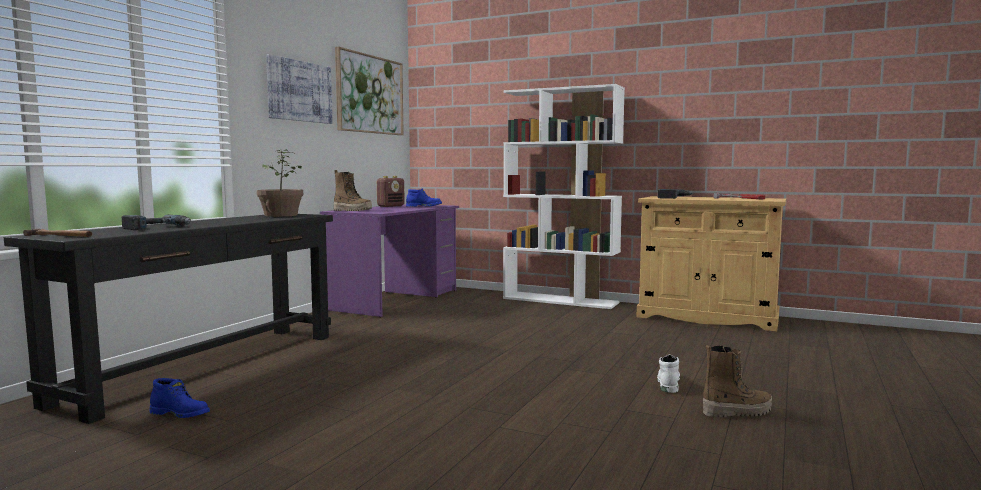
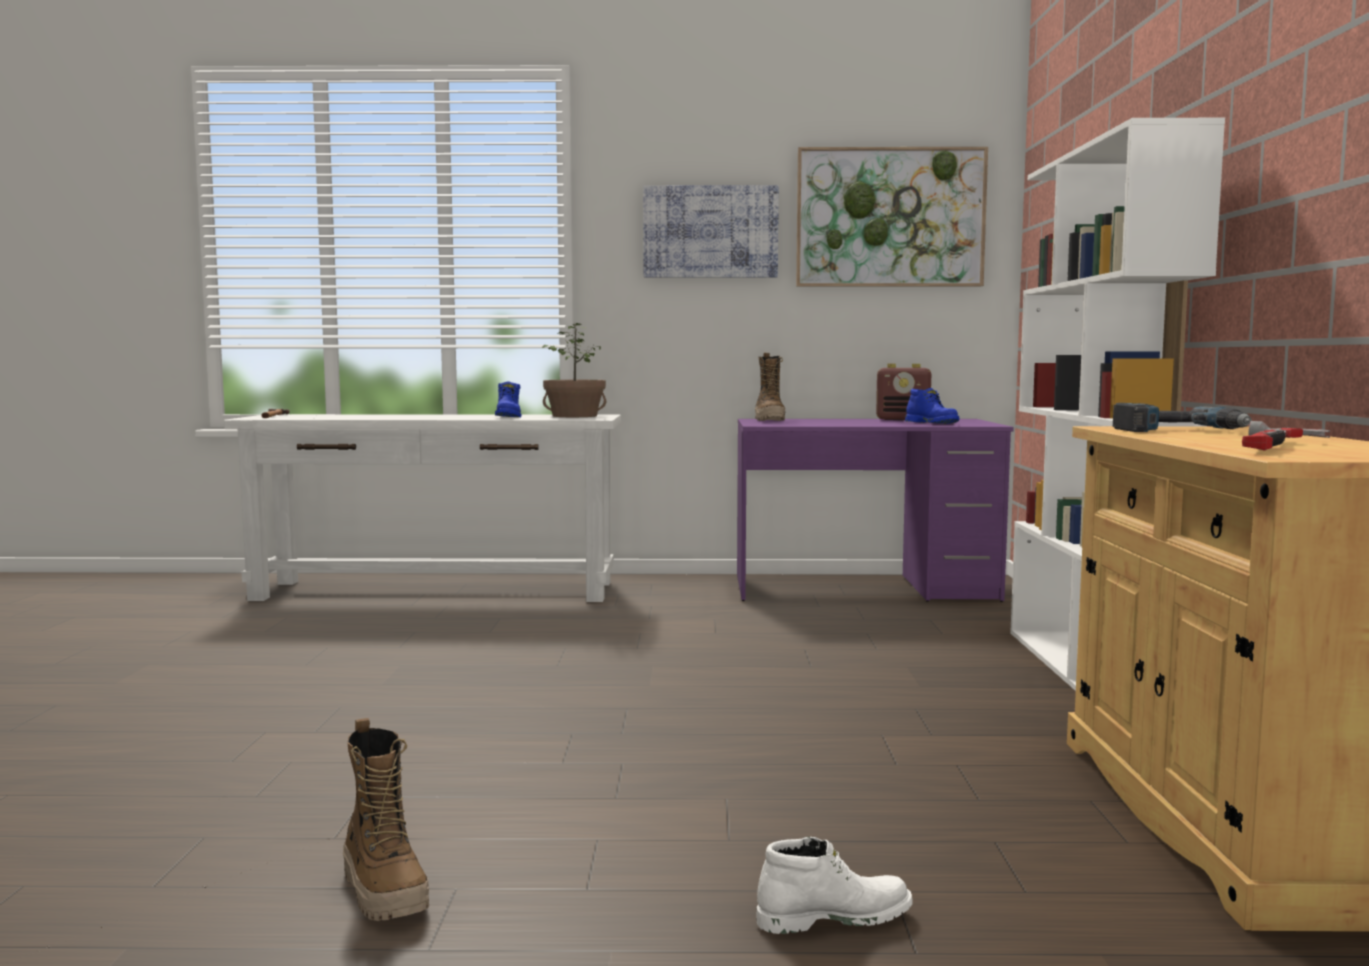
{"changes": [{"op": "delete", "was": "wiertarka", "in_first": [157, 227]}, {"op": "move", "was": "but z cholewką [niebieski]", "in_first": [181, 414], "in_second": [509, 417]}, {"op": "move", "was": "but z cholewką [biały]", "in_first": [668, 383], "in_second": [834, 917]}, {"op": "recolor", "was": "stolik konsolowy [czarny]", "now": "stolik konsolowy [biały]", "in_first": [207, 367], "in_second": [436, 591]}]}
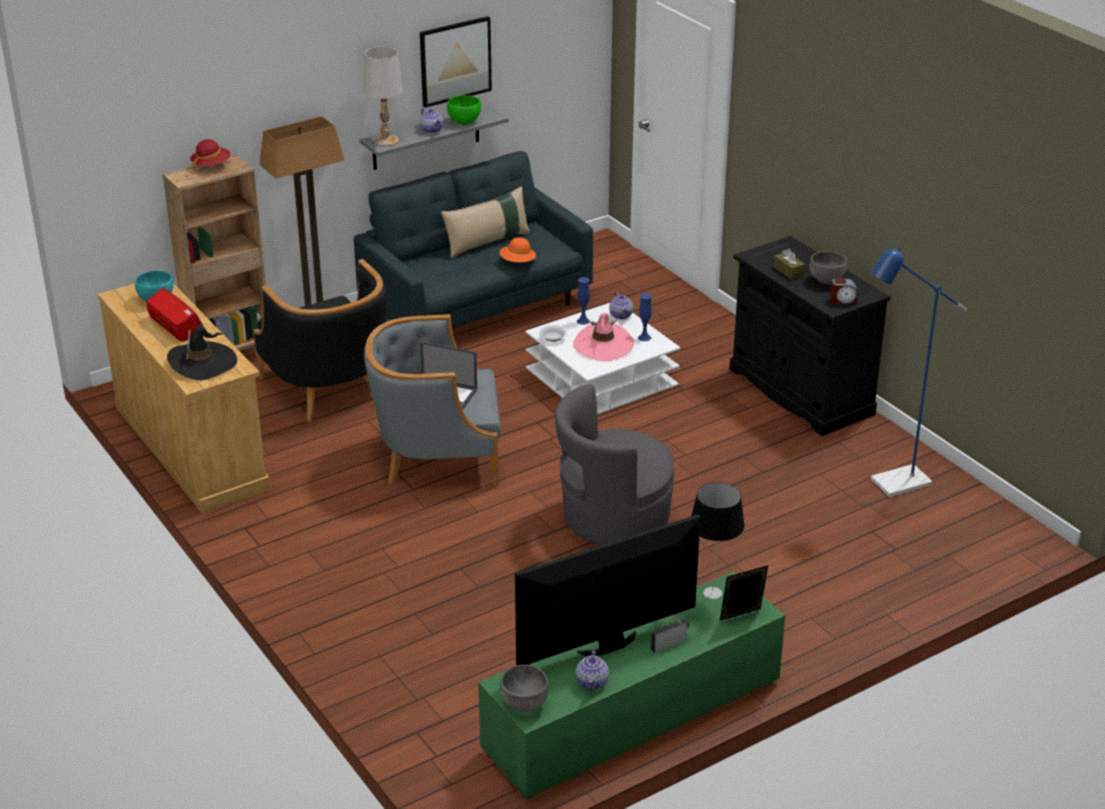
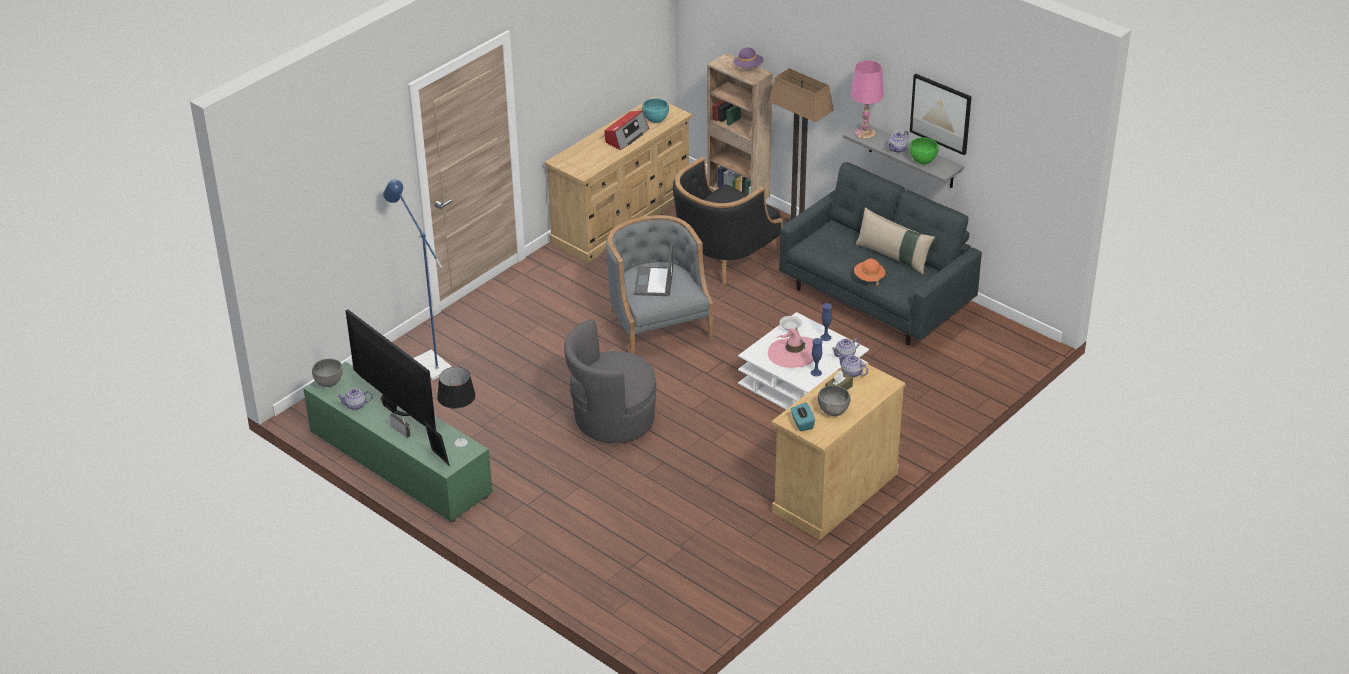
{"changes": [{"op": "delete", "was": "kapelusz [czarny]", "in_first": [202, 363]}, {"op": "insert", "now": "imbryk", "in_second": [852, 373]}, {"op": "move", "was": "lampa stojąca [niebieski]", "in_first": [892, 484], "in_second": [427, 362]}, {"op": "replace", "was": "budzik", "now": "pudełko chusteczek [turkusowy]", "in_first": [843, 300], "in_second": [802, 423]}, {"op": "recolor", "was": "kapelusz [czerwony]", "now": "kapelusz [fioletowy]", "in_first": [211, 165], "in_second": [748, 67]}, {"op": "recolor", "was": "lampa stołowa [biały]", "now": "lampa stołowa [różowy]", "in_first": [385, 141], "in_second": [864, 133]}, {"op": "recolor", "was": "szafka [czarny]", "now": "szafka [beżowy]", "in_first": [800, 392], "in_second": [835, 492]}, {"op": "rotate", "was": "fotel [szary]", "in_first": [613, 519], "in_second": [612, 419], "clockwise": -75}]}
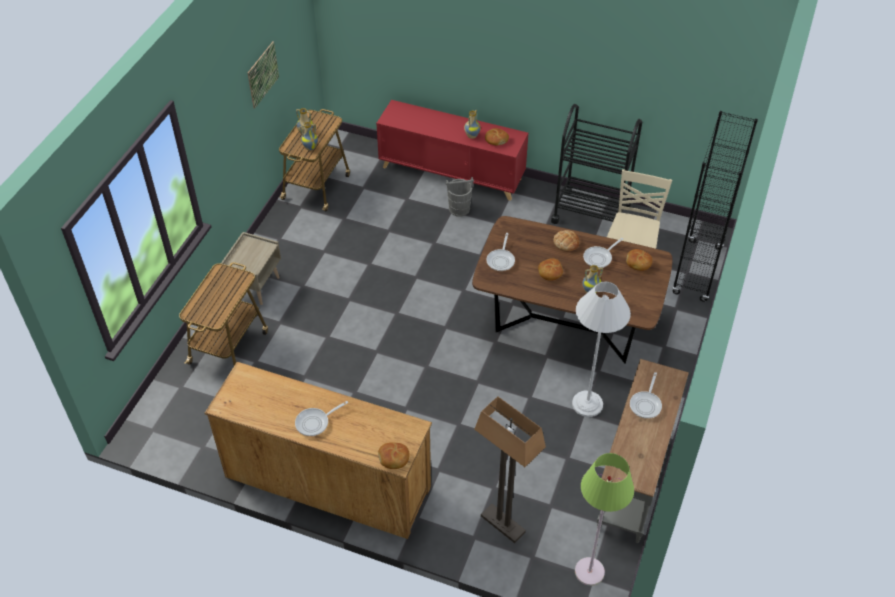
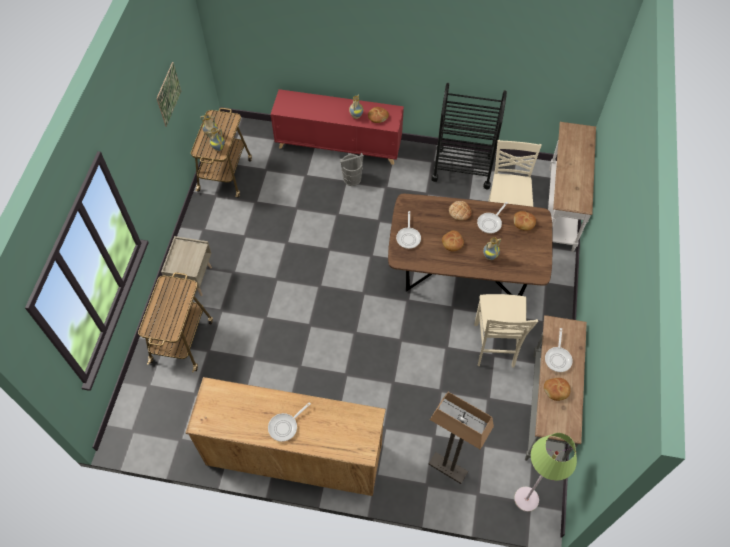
{"changes": [{"op": "move", "was": "chleb", "in_first": [394, 458], "in_second": [556, 390]}, {"op": "replace", "was": "lampa stojąca [biały]", "now": "krzesło [beżowy]", "in_first": [587, 404], "in_second": [494, 346]}, {"op": "replace", "was": "regał [czarny]", "now": "stolik konsolowy [biały]", "in_first": [697, 271], "in_second": [559, 209]}]}
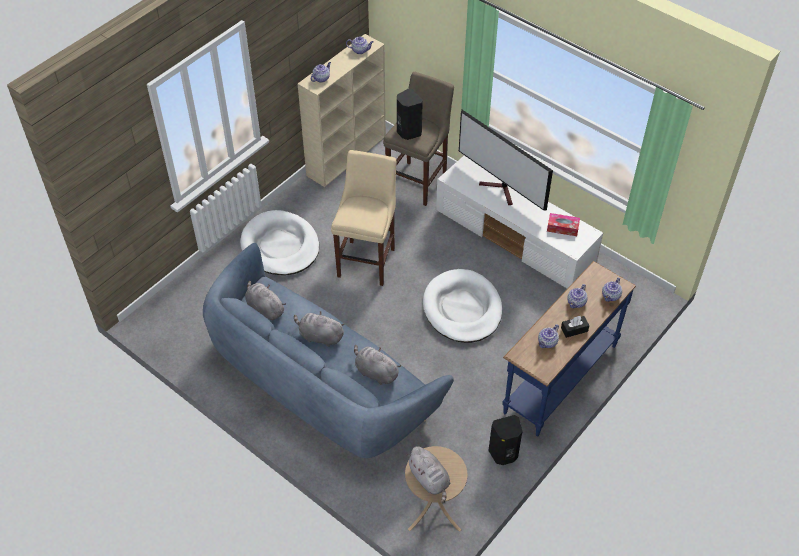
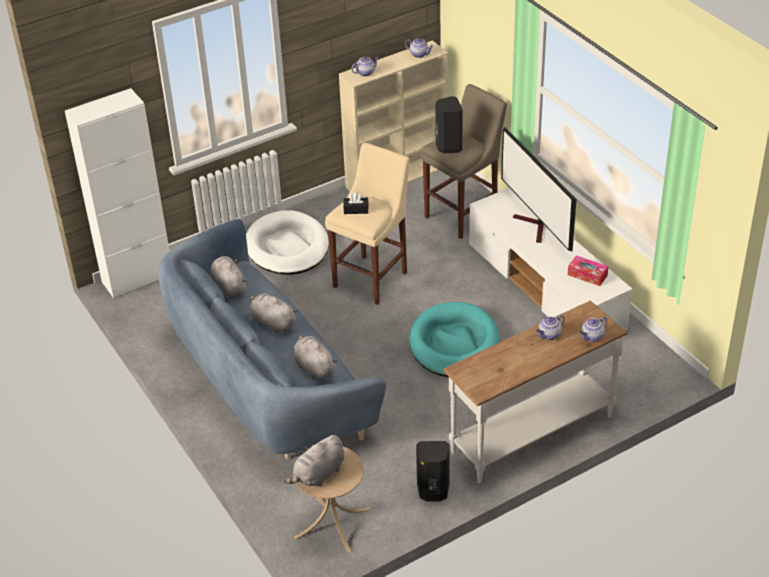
{"changes": [{"op": "delete", "was": "imbryk", "in_first": [547, 343]}, {"op": "insert", "now": "szafka [biały]", "in_second": [137, 278]}, {"op": "move", "was": "pudełko chusteczek [czarny]", "in_first": [574, 329], "in_second": [356, 210]}, {"op": "recolor", "was": "legowisko [biały]", "now": "legowisko [turkusowy]", "in_first": [462, 309], "in_second": [454, 344]}, {"op": "recolor", "was": "stolik konsolowy [niebieski]", "now": "stolik konsolowy [biały]", "in_first": [559, 378], "in_second": [531, 433]}, {"op": "rotate", "was": "pluszak [szary]", "in_first": [430, 480], "in_second": [318, 475], "clockwise": 60}]}
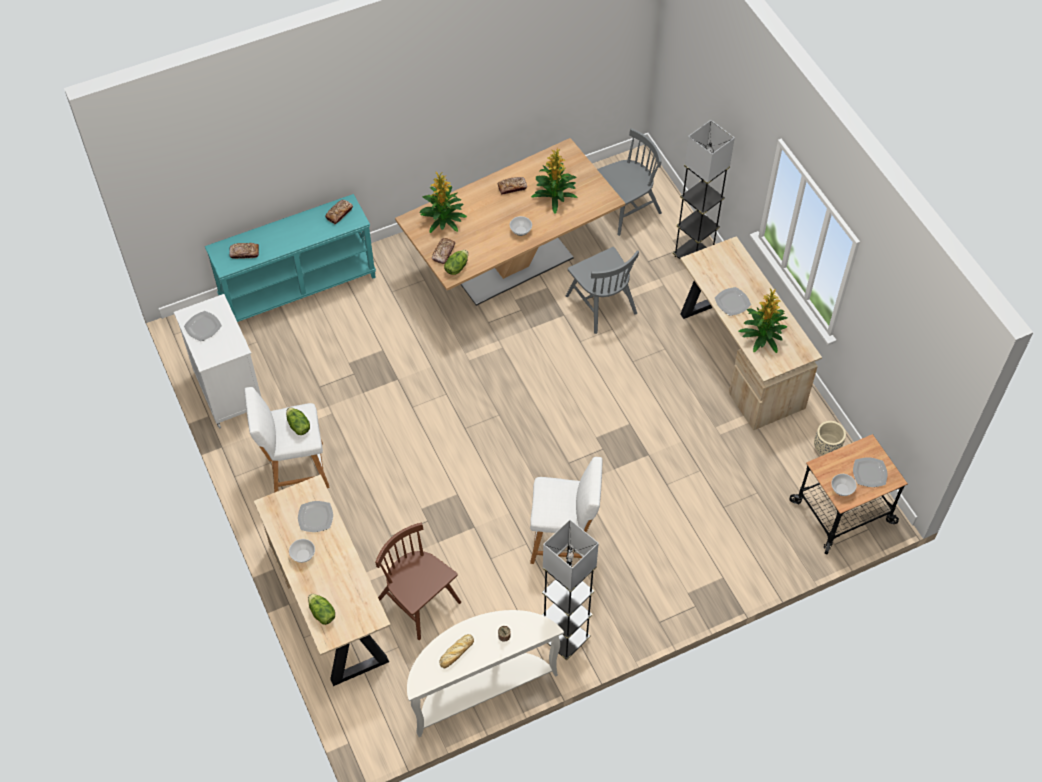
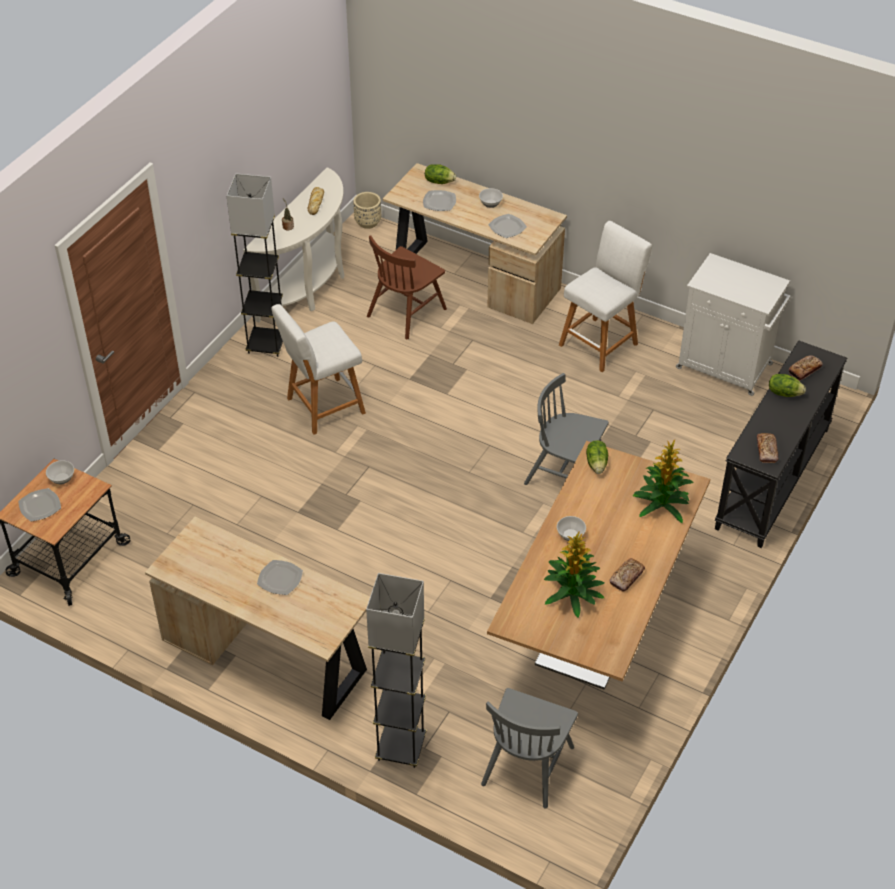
{"changes": [{"op": "delete", "was": "chleb", "in_first": [443, 253]}, {"op": "delete", "was": "roślina doniczkowa", "in_first": [762, 335]}, {"op": "move", "was": "talerz", "in_first": [202, 327], "in_second": [439, 202]}, {"op": "move", "was": "sałata", "in_first": [298, 426], "in_second": [784, 393]}, {"op": "move", "was": "krzesło [szary]", "in_first": [601, 304], "in_second": [566, 474]}, {"op": "move", "was": "donica [beżowy]", "in_first": [826, 448], "in_second": [368, 222]}, {"op": "recolor", "was": "stolik konsolowy [turkusowy]", "now": "stolik konsolowy [czarny]", "in_first": [298, 287], "in_second": [773, 479]}, {"op": "rotate", "was": "krzesło [brązowy]", "in_first": [419, 601], "in_second": [406, 312], "clockwise": 120}]}
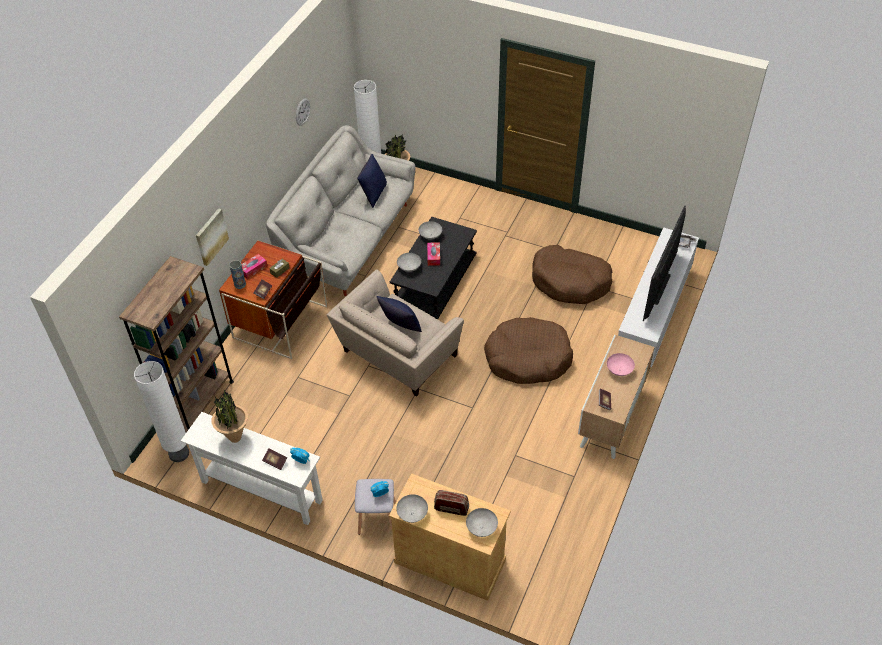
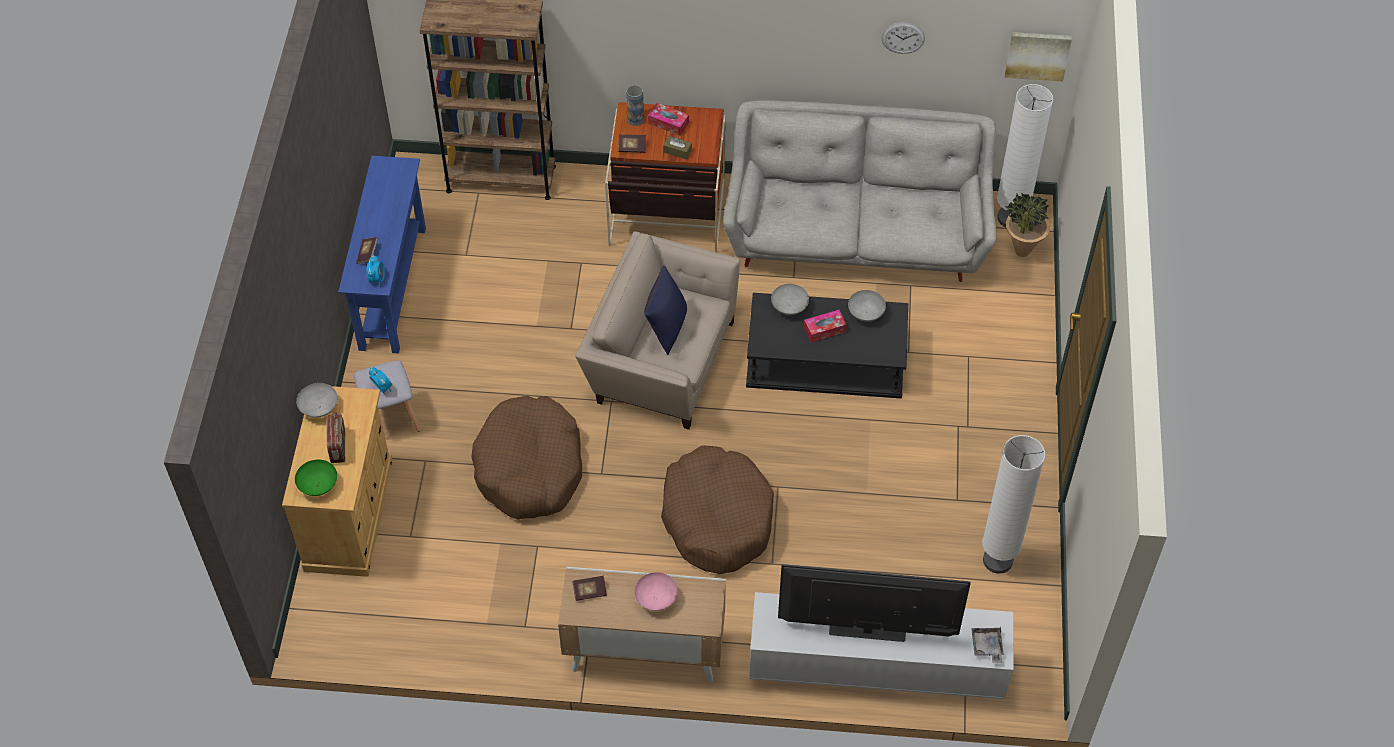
{"changes": [{"op": "delete", "was": "roślina doniczkowa", "in_first": [235, 438]}, {"op": "delete", "was": "poduszka [niebieski]", "in_first": [373, 194]}, {"op": "move", "was": "lampa stojąca [biały]", "in_first": [179, 453], "in_second": [997, 560]}, {"op": "move", "was": "obraz", "in_first": [211, 236], "in_second": [1037, 55]}, {"op": "move", "was": "legowisko [brązowy]", "in_first": [570, 281], "in_second": [530, 468]}, {"op": "recolor", "was": "stolik konsolowy [biały]", "now": "stolik konsolowy [niebieski]", "in_first": [261, 491], "in_second": [392, 288]}, {"op": "recolor", "was": "miska [szary]", "now": "miska [zielony]", "in_first": [481, 527], "in_second": [319, 485]}]}
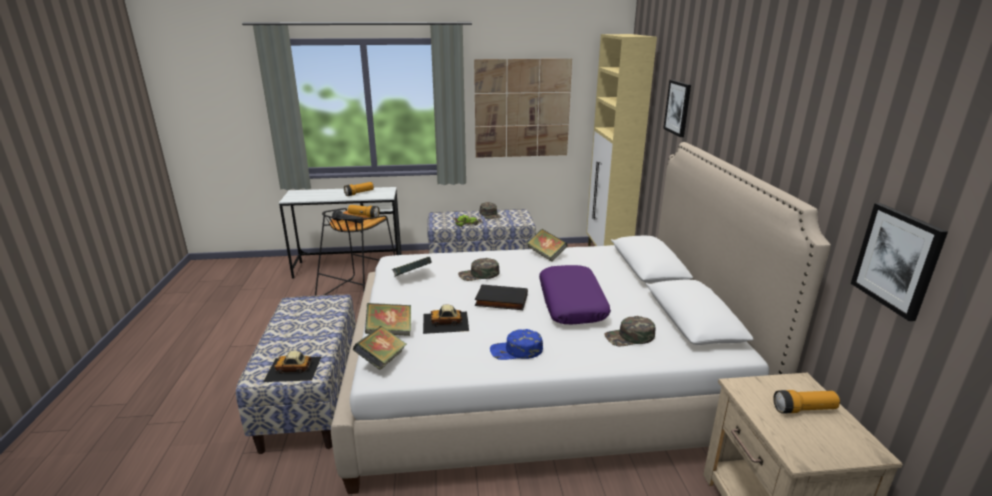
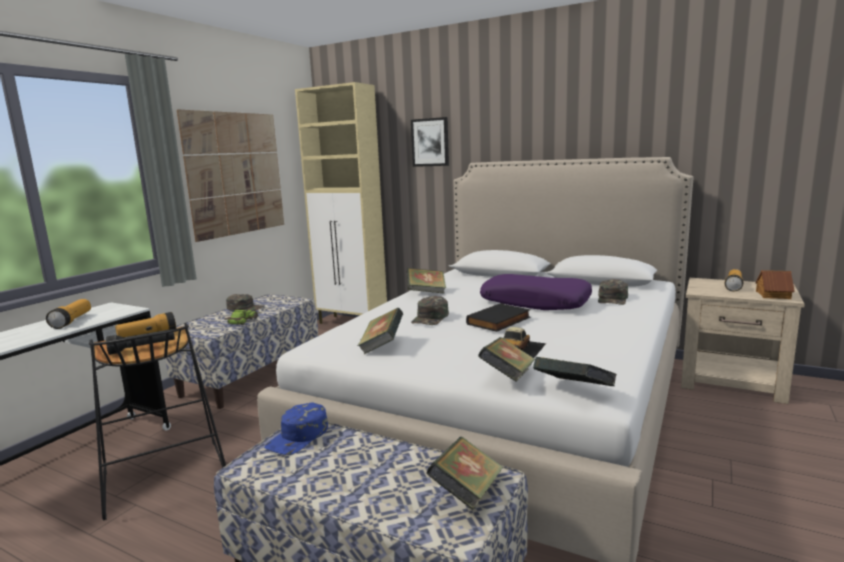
{"changes": [{"op": "delete", "was": "obraz", "in_first": [897, 260]}, {"op": "insert", "now": "domek", "in_second": [772, 295]}, {"op": "move", "was": "czapka z daszkiem [niebieski]", "in_first": [516, 351], "in_second": [298, 437]}, {"op": "replace", "was": "samochodzik", "now": "książka", "in_first": [293, 369], "in_second": [467, 493]}]}
